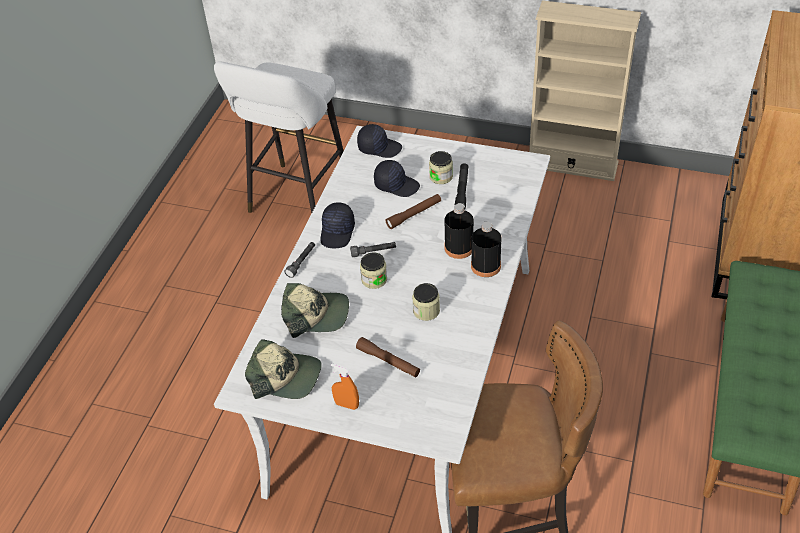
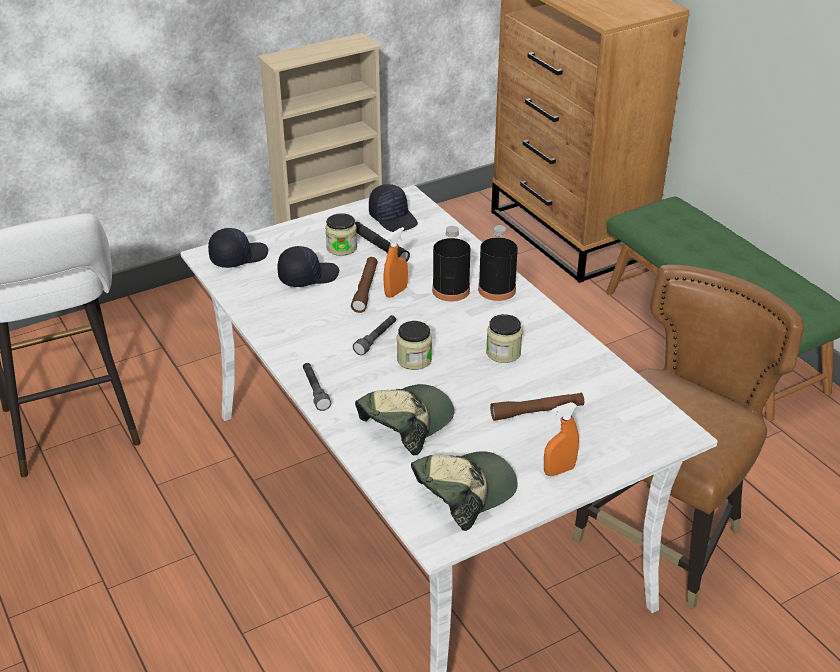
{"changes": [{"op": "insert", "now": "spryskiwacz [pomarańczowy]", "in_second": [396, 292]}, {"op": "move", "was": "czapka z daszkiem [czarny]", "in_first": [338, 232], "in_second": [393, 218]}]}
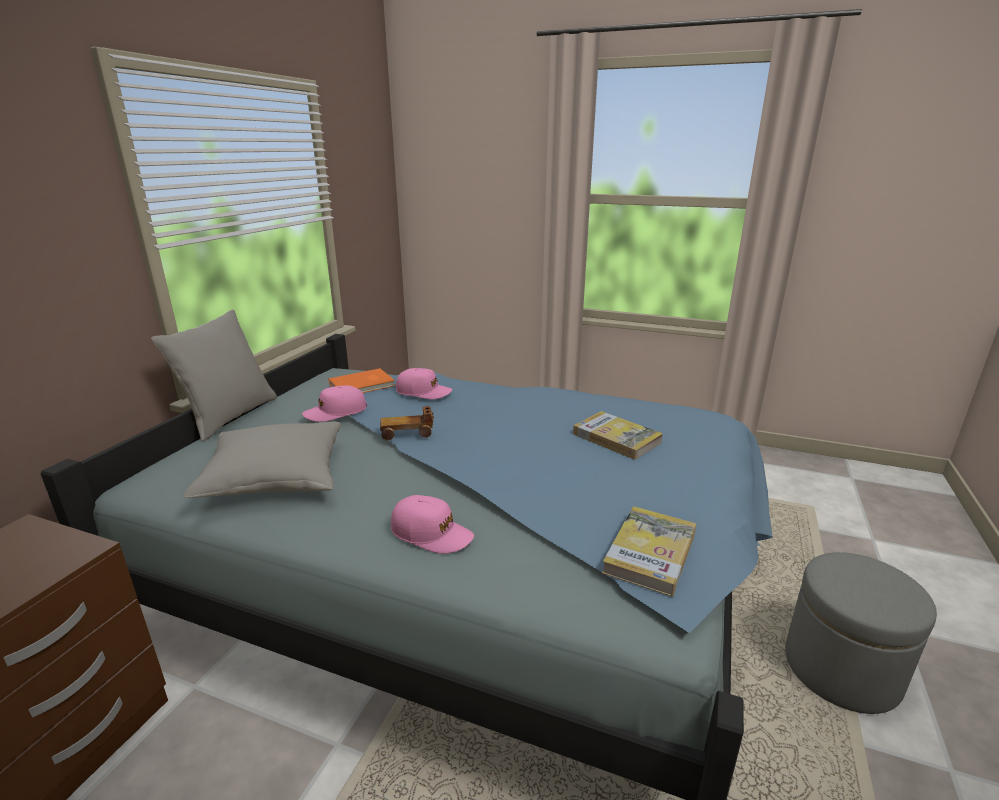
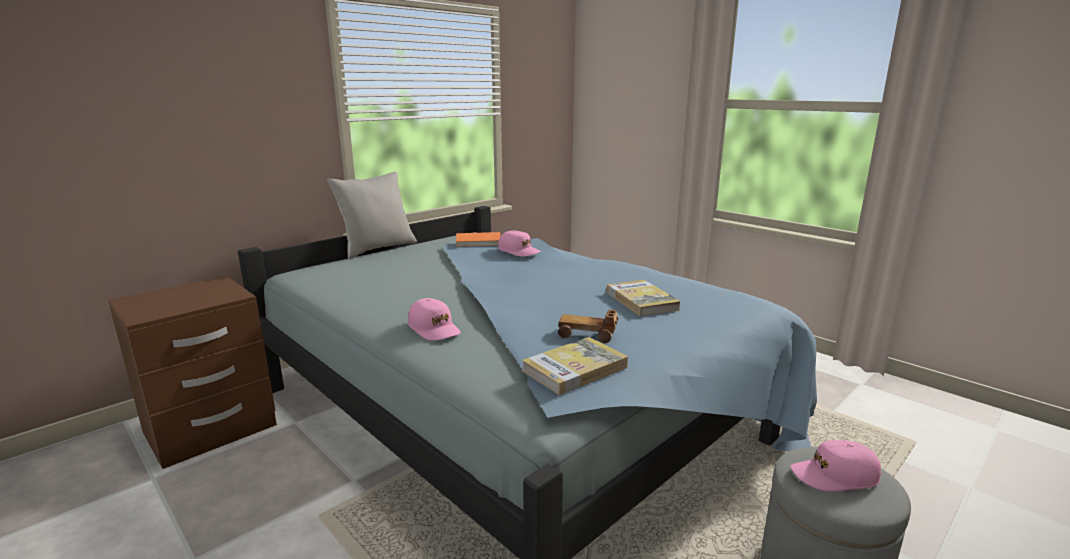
{"changes": [{"op": "delete", "was": "poduszka [szary]", "in_first": [275, 478]}, {"op": "move", "was": "czapka z daszkiem [różowy]", "in_first": [335, 412], "in_second": [834, 475]}, {"op": "move", "was": "samochodzik", "in_first": [408, 433], "in_second": [588, 335]}]}
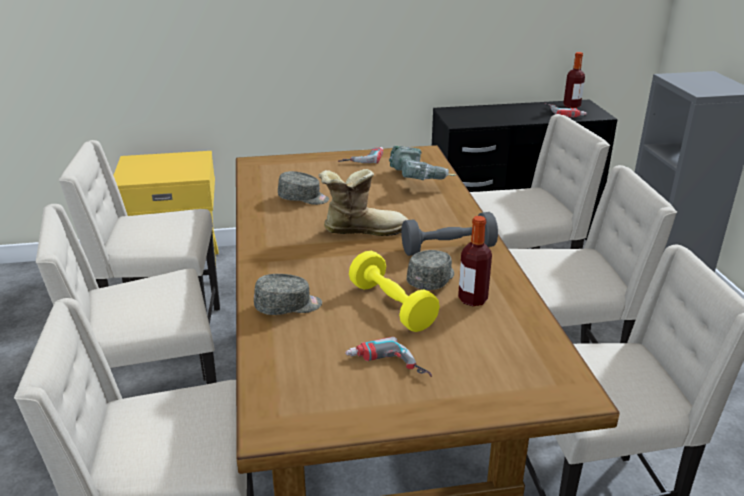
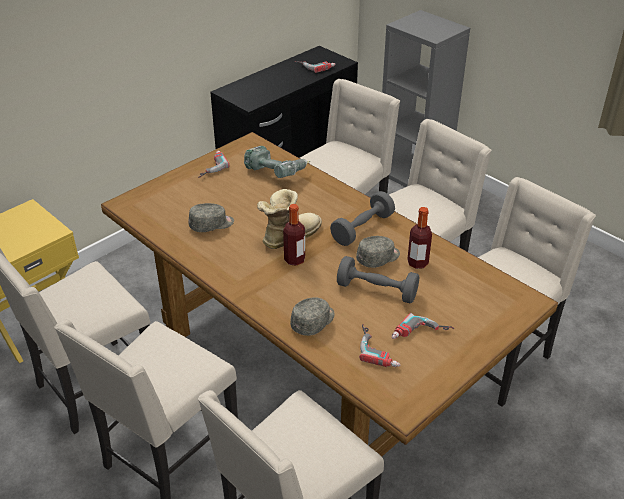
{"changes": [{"op": "insert", "now": "wiertarka", "in_second": [380, 348]}, {"op": "move", "was": "butelka", "in_first": [571, 106], "in_second": [294, 259]}, {"op": "recolor", "was": "hantel [żółty]", "now": "hantel [szary]", "in_first": [392, 306], "in_second": [377, 290]}, {"op": "rotate", "was": "czapka z daszkiem [szary]", "in_first": [432, 279], "in_second": [378, 258], "clockwise": 60}]}
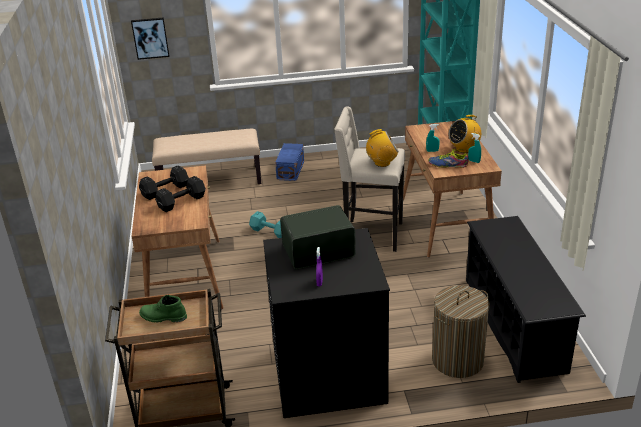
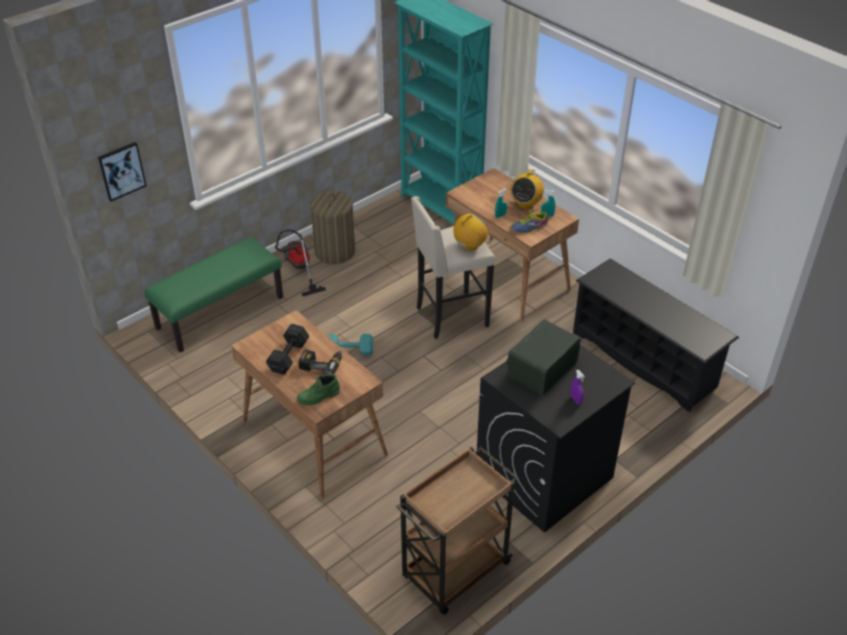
{"changes": [{"op": "move", "was": "but z cholewką [zielony]", "in_first": [163, 317], "in_second": [318, 397]}, {"op": "move", "was": "kosz na pranie", "in_first": [457, 360], "in_second": [335, 252]}, {"op": "replace", "was": "hantel [czarny]", "now": "wiertarka", "in_first": [180, 202], "in_second": [322, 364]}, {"op": "replace", "was": "pojemnik do przechowywania [niebieski]", "now": "odkurzacz", "in_first": [291, 170], "in_second": [298, 269]}, {"op": "recolor", "was": "ławka [beżowy]", "now": "ławka [zielony]", "in_first": [210, 180], "in_second": [220, 312]}]}
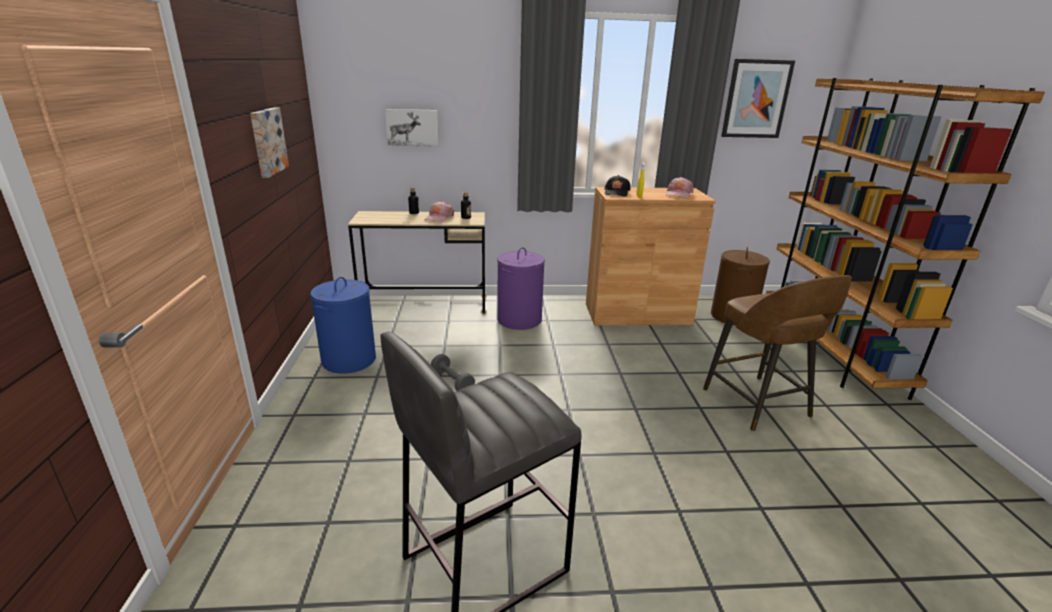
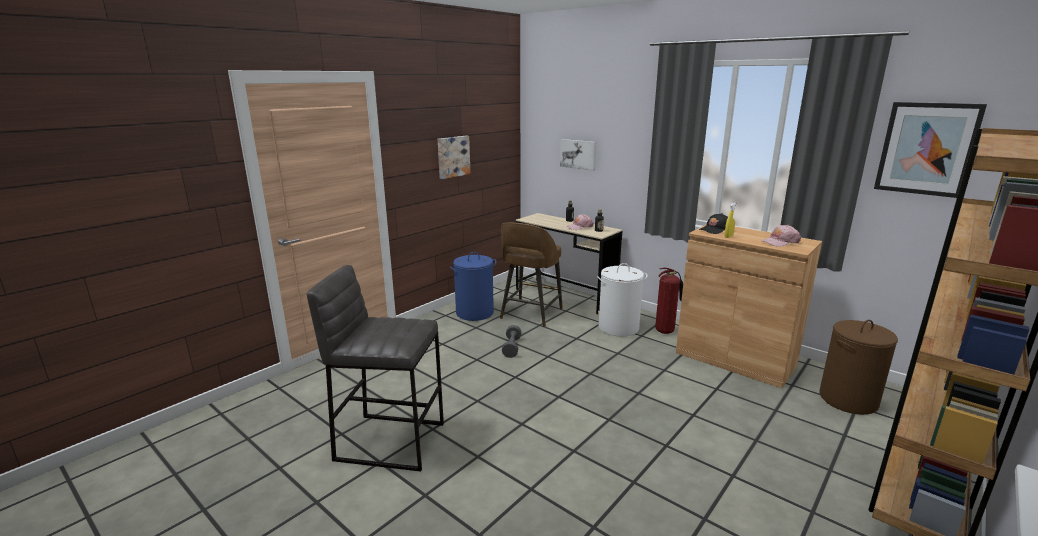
{"changes": [{"op": "insert", "now": "gaśnica", "in_second": [666, 331]}, {"op": "move", "was": "stołek [brązowy]", "in_first": [758, 404], "in_second": [530, 314]}, {"op": "recolor", "was": "kosz na pranie [fioletowy]", "now": "kosz na pranie [biały]", "in_first": [519, 320], "in_second": [618, 327]}]}
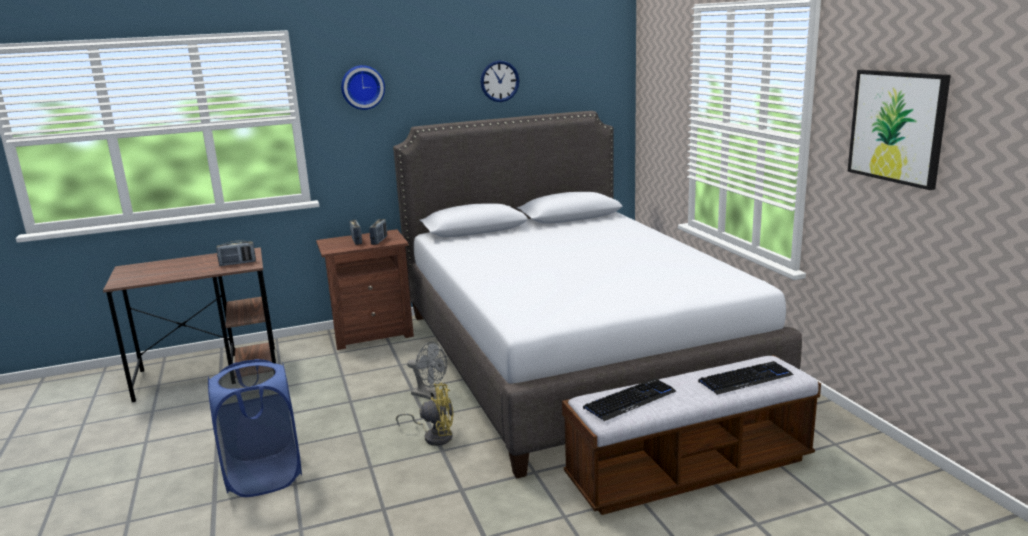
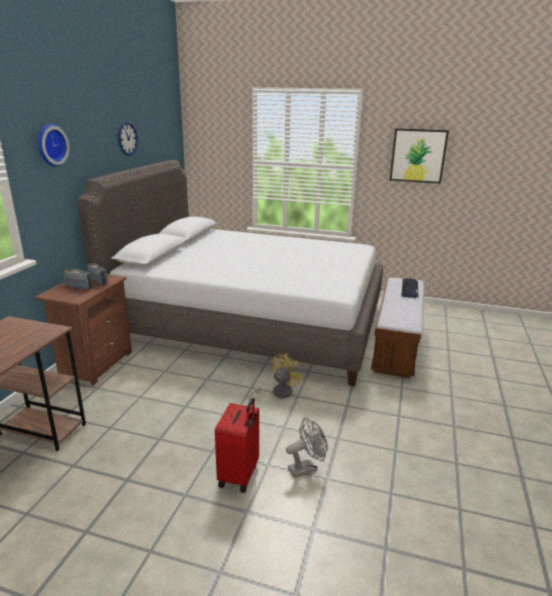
{"changes": [{"op": "delete", "was": "radio", "in_first": [237, 263]}, {"op": "delete", "was": "klawiatura", "in_first": [630, 400]}, {"op": "move", "was": "wentylator [szary]", "in_first": [430, 395], "in_second": [306, 468]}, {"op": "replace", "was": "kosz na pranie [niebieski]", "now": "walizka [czerwony]", "in_first": [264, 476], "in_second": [239, 475]}]}
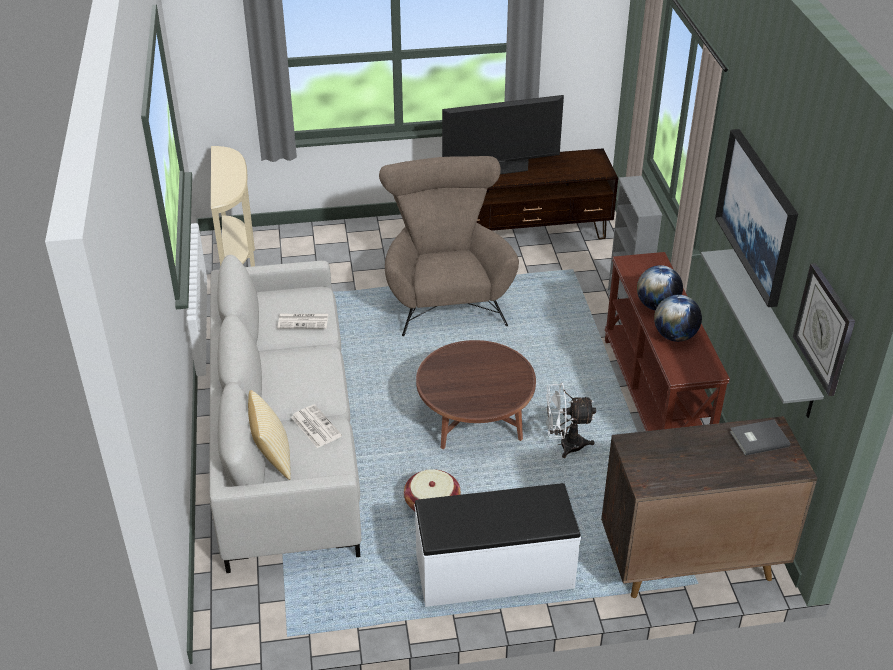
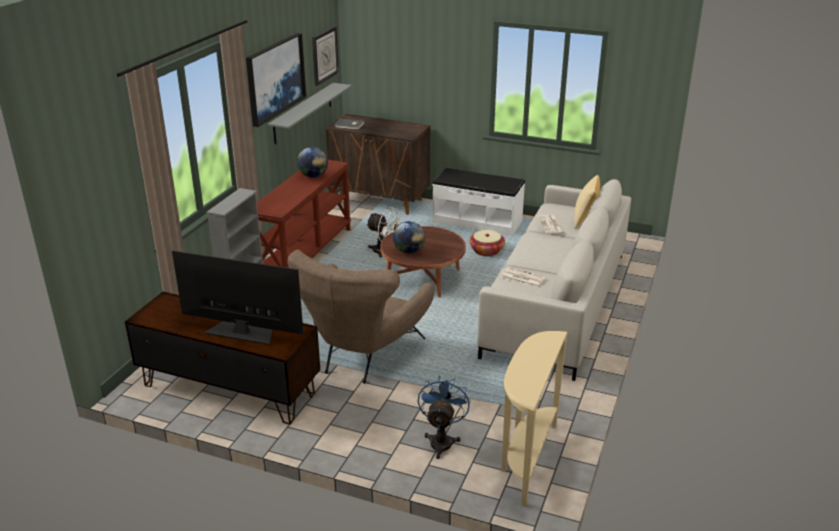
{"changes": [{"op": "insert", "now": "wentylator [niebieski]", "in_second": [442, 440]}, {"op": "move", "was": "globus", "in_first": [657, 306], "in_second": [409, 251]}]}
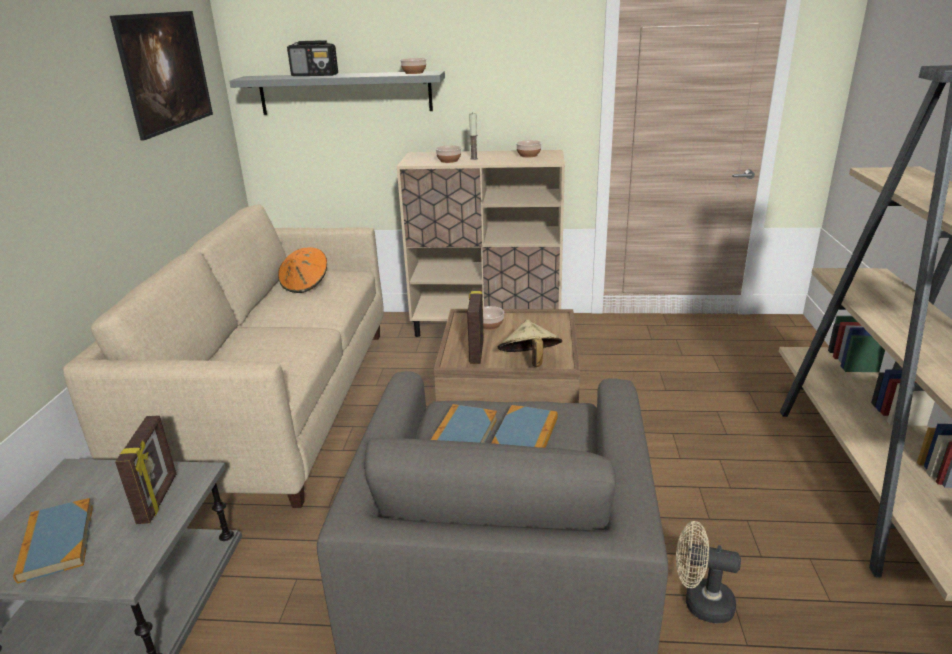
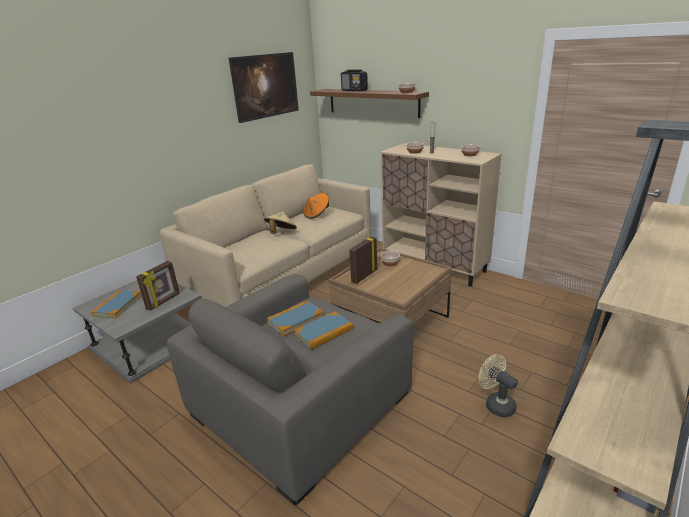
{"changes": [{"op": "move", "was": "kapelusz [beżowy]", "in_first": [529, 362], "in_second": [281, 233]}, {"op": "move", "was": "wentylator [beżowy]", "in_first": [700, 603], "in_second": [496, 404]}, {"op": "recolor", "was": "półka [szary]", "now": "półka [brązowy]", "in_first": [345, 93], "in_second": [372, 102]}]}
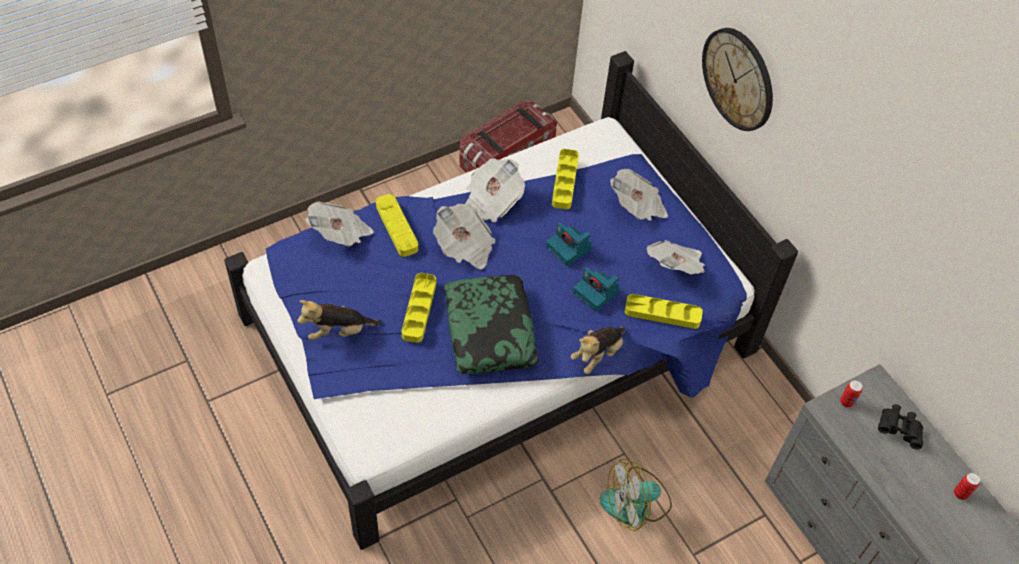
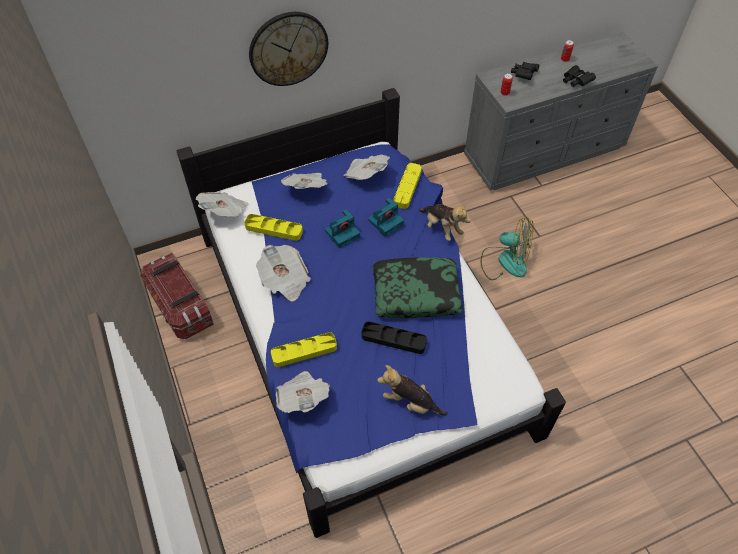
{"changes": [{"op": "insert", "now": "lornetka [czarny]", "in_second": [575, 81]}, {"op": "move", "was": "gazeta", "in_first": [464, 247], "in_second": [225, 212]}, {"op": "recolor", "was": "taca [żółty]", "now": "taca [czarny]", "in_first": [419, 310], "in_second": [393, 339]}, {"op": "rotate", "was": "pluszak", "in_first": [339, 331], "in_second": [410, 402], "clockwise": 120}, {"op": "rotate", "was": "wentylator", "in_first": [635, 504], "in_second": [505, 261], "clockwise": -60}]}
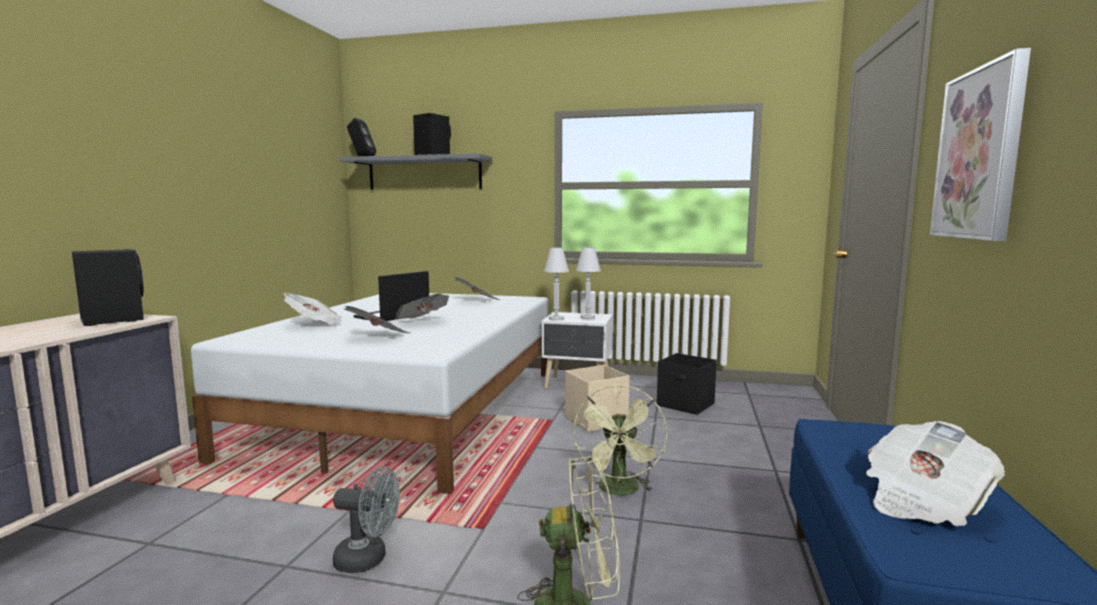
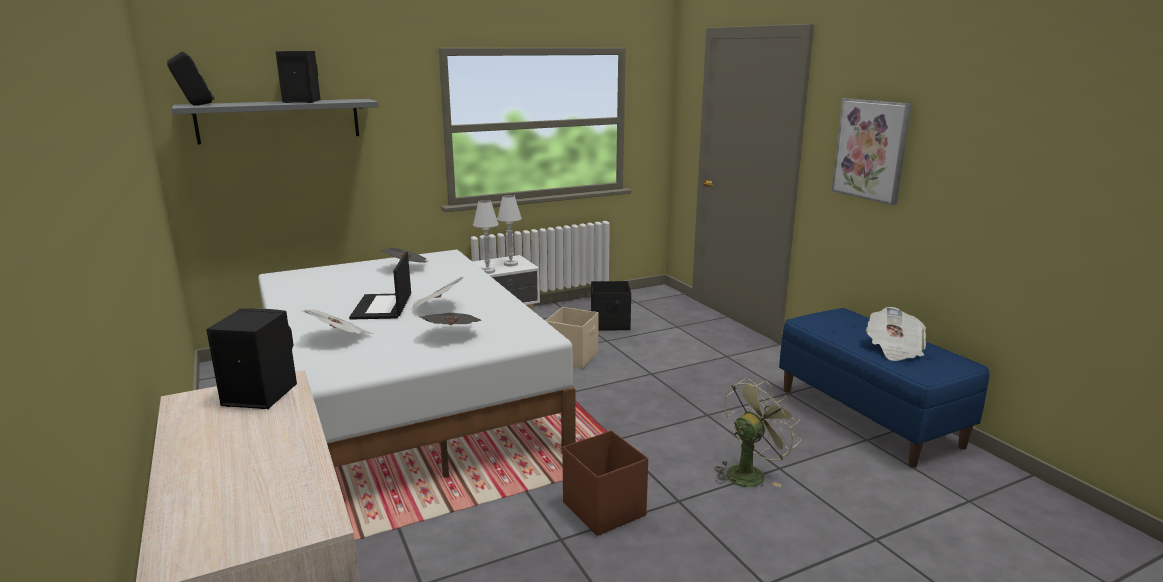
{"changes": [{"op": "delete", "was": "wentylator [zielony]", "in_first": [620, 491]}, {"op": "replace", "was": "wentylator [szary]", "now": "pojemnik do przechowywania [brązowy]", "in_first": [368, 559], "in_second": [603, 508]}]}
